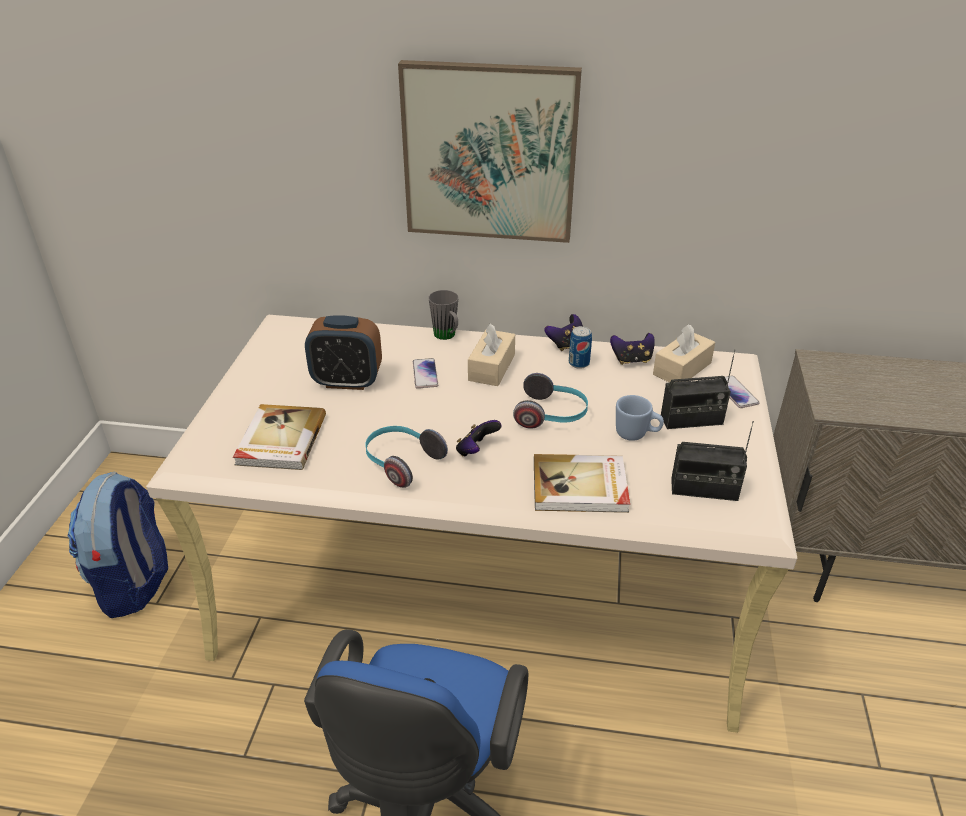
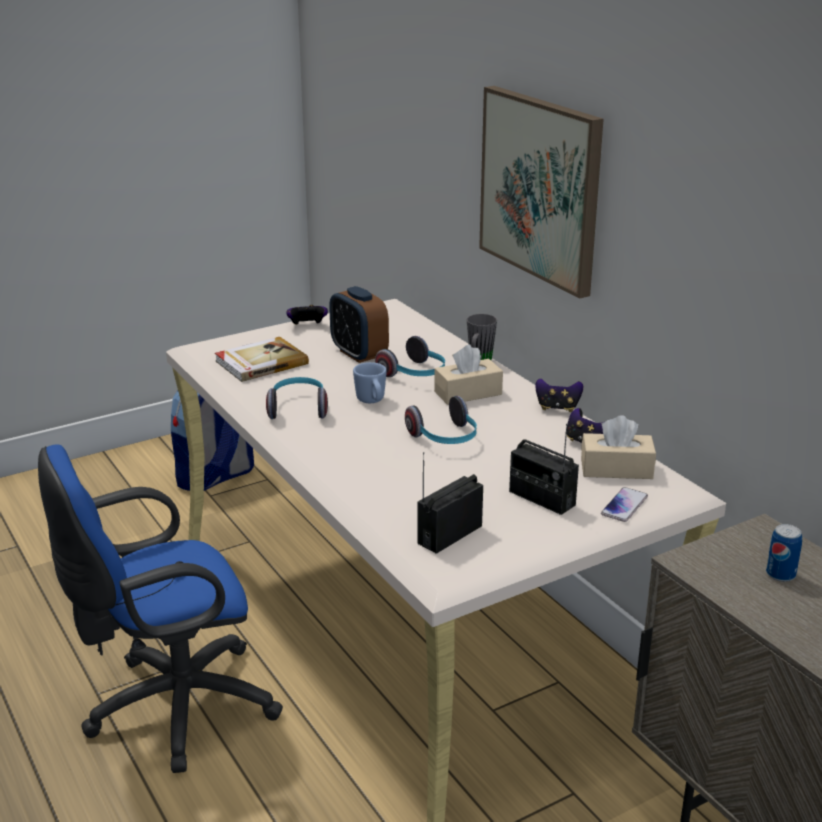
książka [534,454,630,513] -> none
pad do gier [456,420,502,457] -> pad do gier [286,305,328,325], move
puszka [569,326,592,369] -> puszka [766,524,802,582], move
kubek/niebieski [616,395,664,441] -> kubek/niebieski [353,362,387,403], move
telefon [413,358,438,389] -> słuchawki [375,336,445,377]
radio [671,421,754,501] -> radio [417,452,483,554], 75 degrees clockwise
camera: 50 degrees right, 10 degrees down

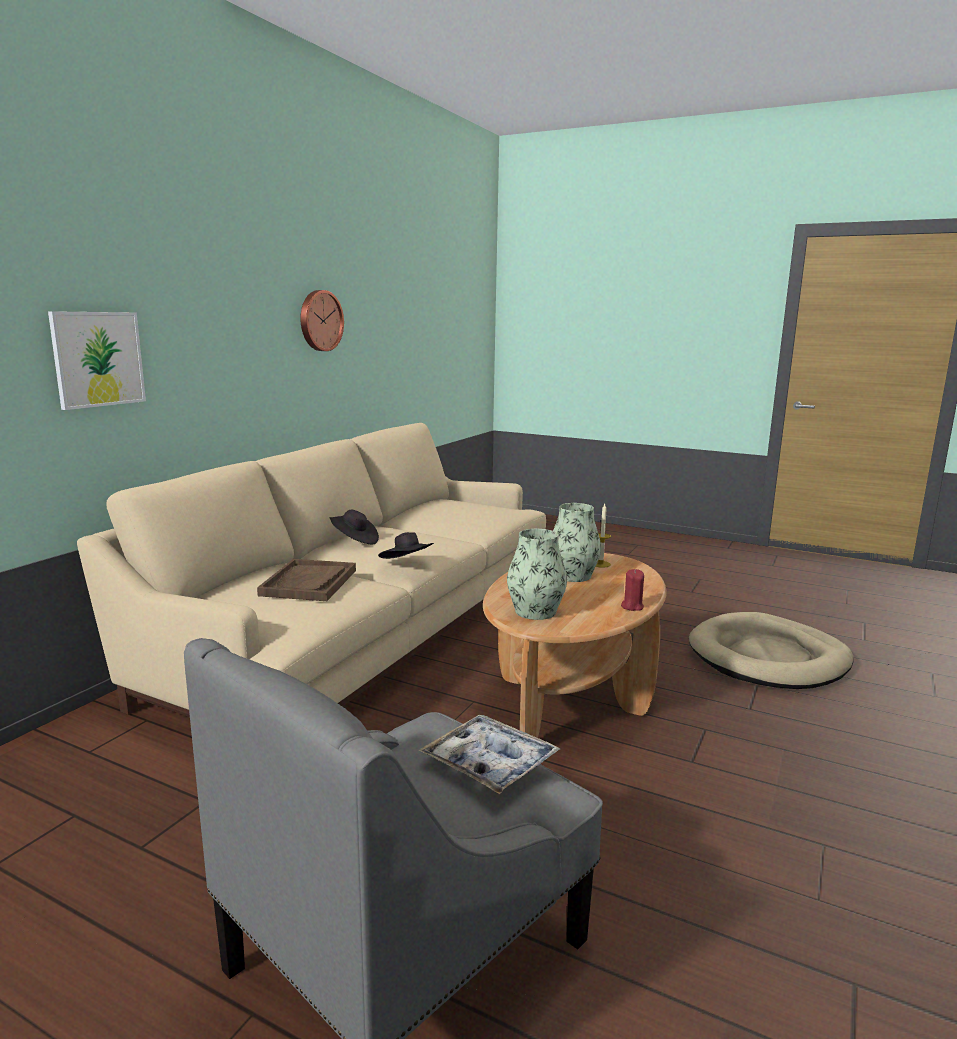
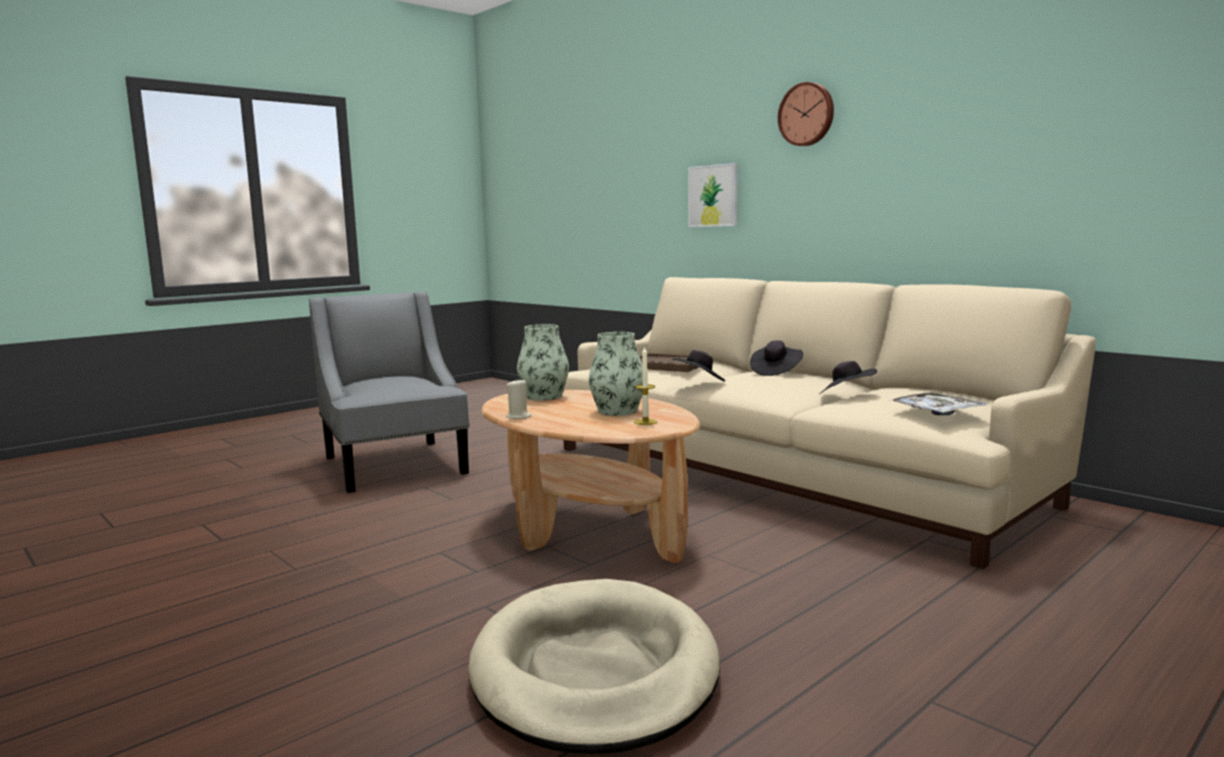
none -> kapelusz/czarny [820,361,877,394]
zegar ścienny [300,290,344,351] -> zegar ścienny [778,82,834,146], move
taca [419,715,560,794] -> taca [888,392,988,415], move
świeca/czerwony [621,569,644,611] -> świeca/beżowy [506,378,532,419]
camera: 110 degrees right, 5 degrees down

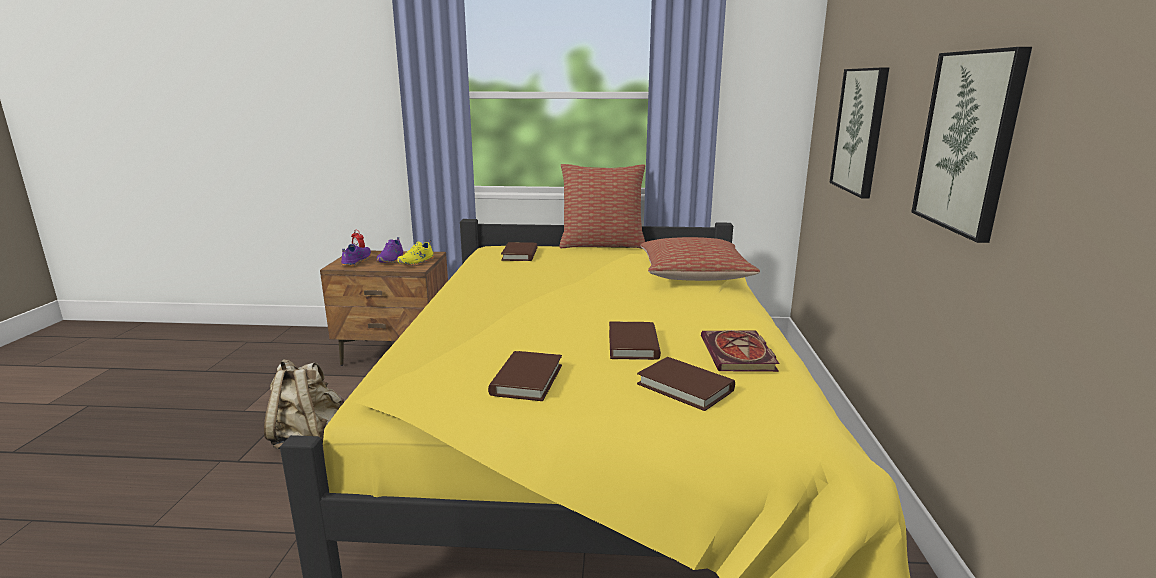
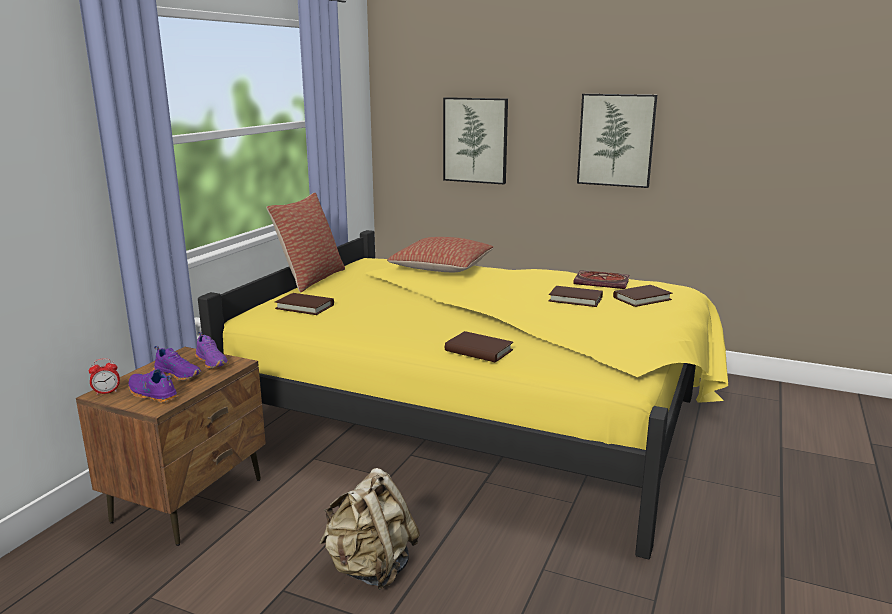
książka/brązowy [488,351,562,401] -> książka/brązowy [445,331,513,362], move
but/żółty [397,240,434,266] -> but/fioletowy [195,332,228,369]
camera: 70 degrees left, 0 degrees up

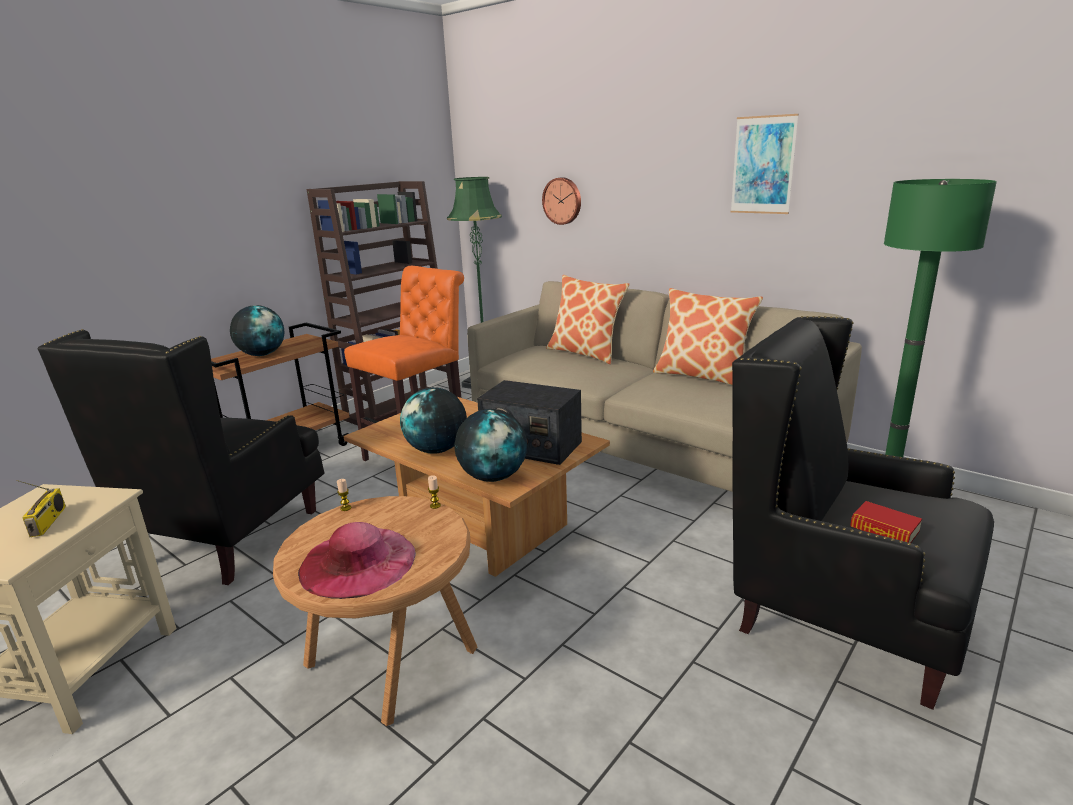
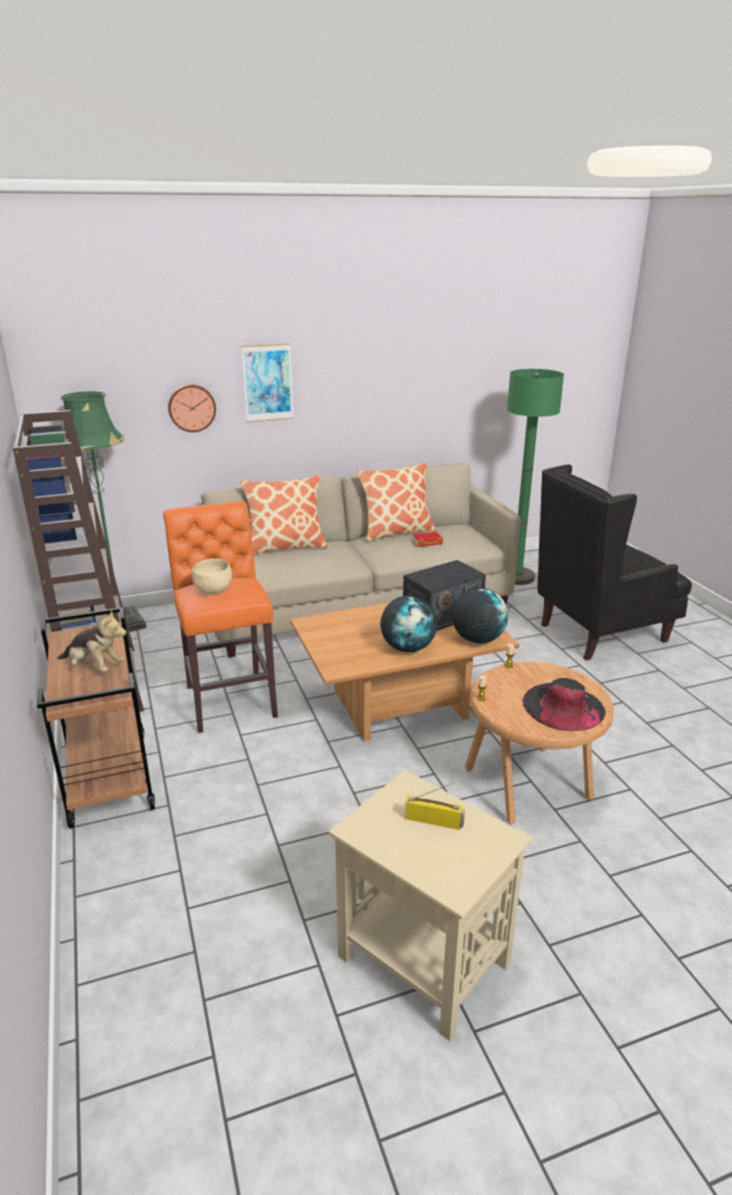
fotel/czarny [37,329,324,585] -> none
none -> miska/beżowy [192,559,232,594]
obraz [731,114,799,214] -> obraz [241,343,294,423], move
książka [850,501,922,543] -> książka [412,532,443,547], move
globus [230,305,284,356] -> pluszak [57,609,126,671]
kapelusz/różowy [298,522,416,599] -> kapelusz/czarny [522,678,606,731]
camera: 60 degrees left, 5 degrees up

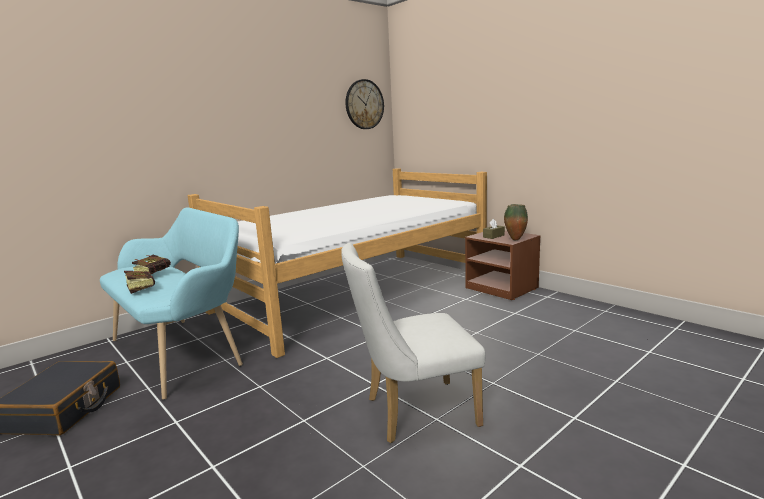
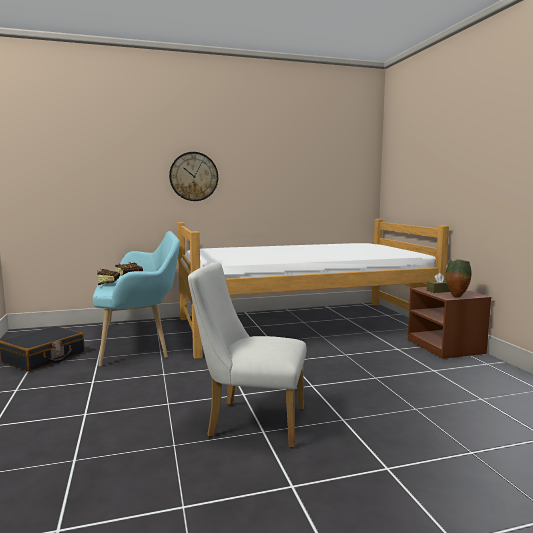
zegar ścienny [345,79,384,129] -> zegar ścienny [169,152,218,201], move
camera: 25 degrees right, 5 degrees down

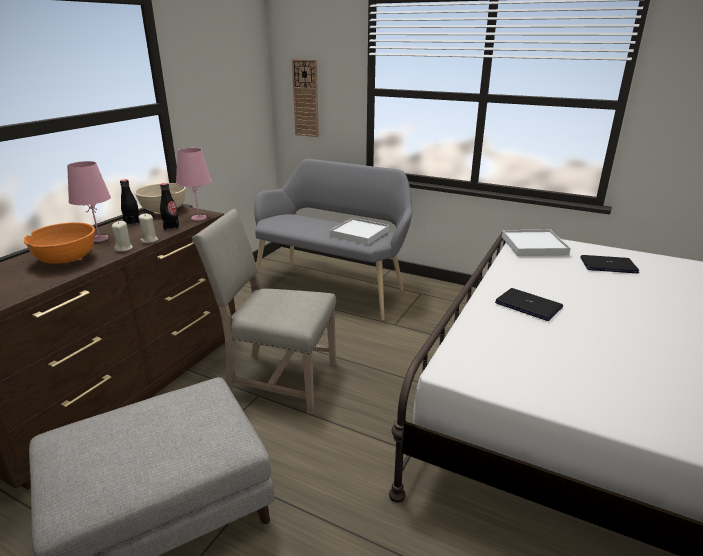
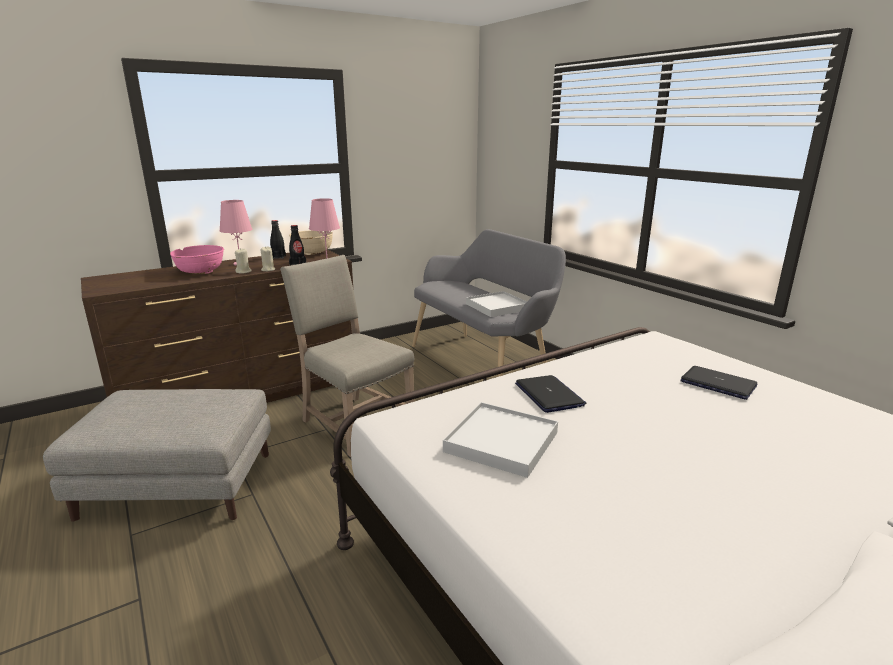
zegar ścienny [292,59,319,137] -> none
taca/biały [502,230,571,256] -> taca/biały [443,402,558,478], move
miska/pomarańczowy [24,222,95,264] -> miska/różowy [170,245,224,274]
camera: 30 degrees right, 5 degrees down

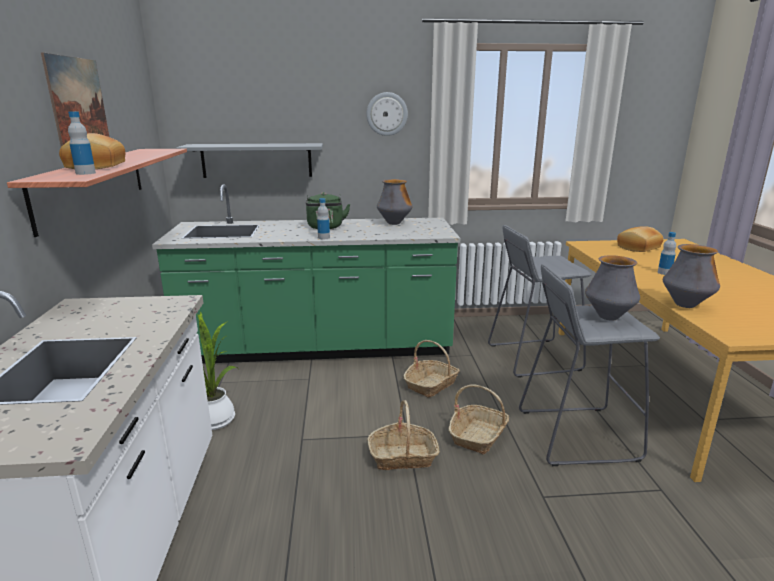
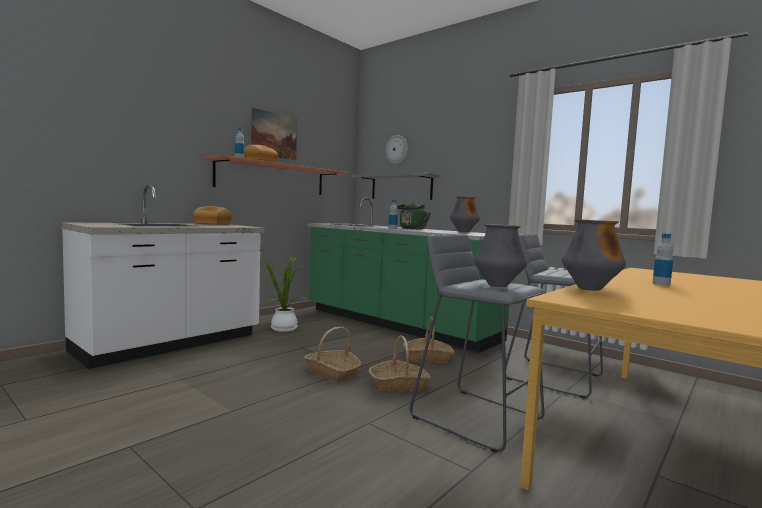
zegar ścienny [366,92,408,136] -> zegar ścienny [385,135,408,164], move
chleb [617,226,663,252] -> chleb [193,206,232,225], move
camera: 45 degrees right, 15 degrees down

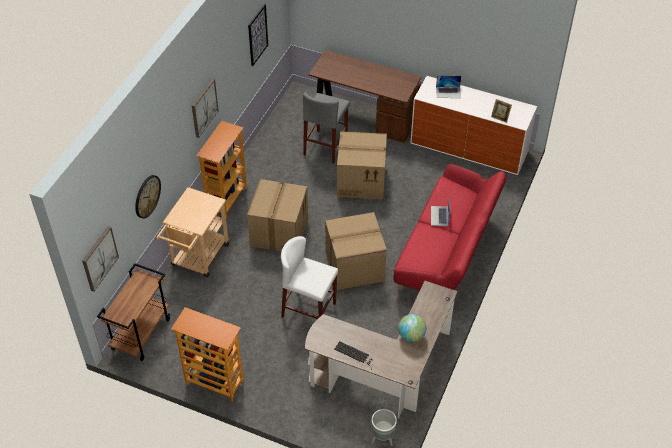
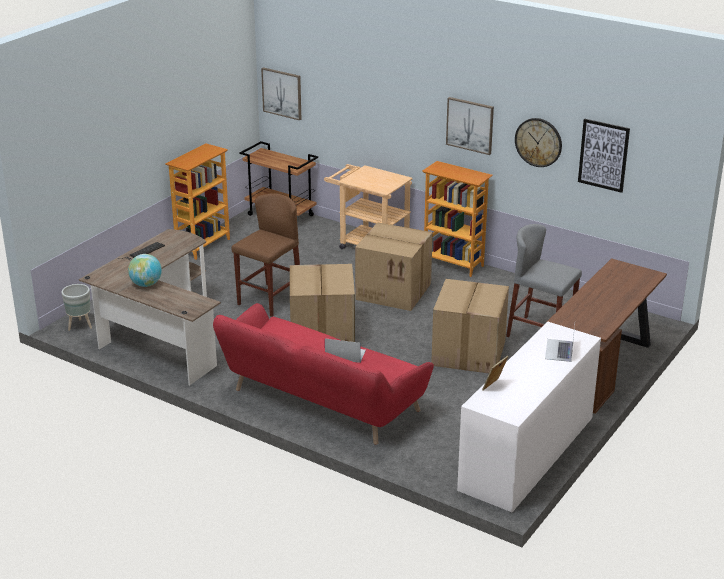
zegar ścienny [135,175,161,219] -> zegar ścienny [515,118,562,167], move
stołek/biały [281,236,338,319] -> stołek/brązowy [231,193,300,317]
camera: 100 degrees right, 20 degrees down

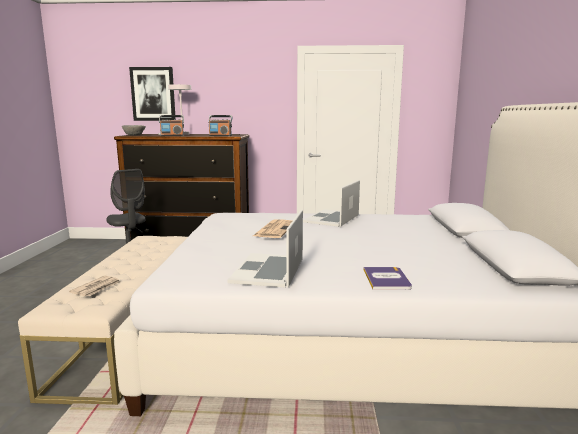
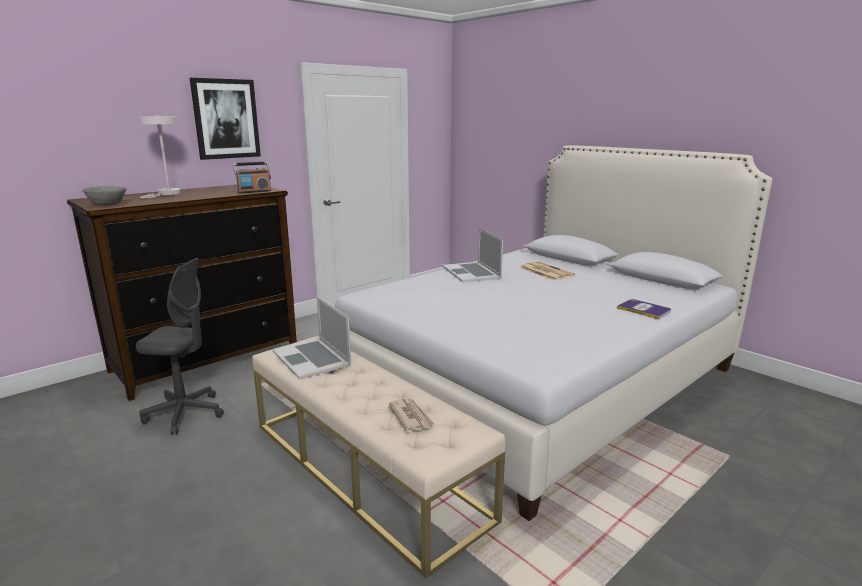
radio [159,115,184,136] -> none
obraz [129,67,176,121] -> obraz [190,78,261,160], move
laptop [228,210,303,288] -> laptop [273,296,351,380], move
gazeta [253,219,292,238] -> gazeta [520,261,575,280], move
camera: 45 degrees left, 5 degrees up

